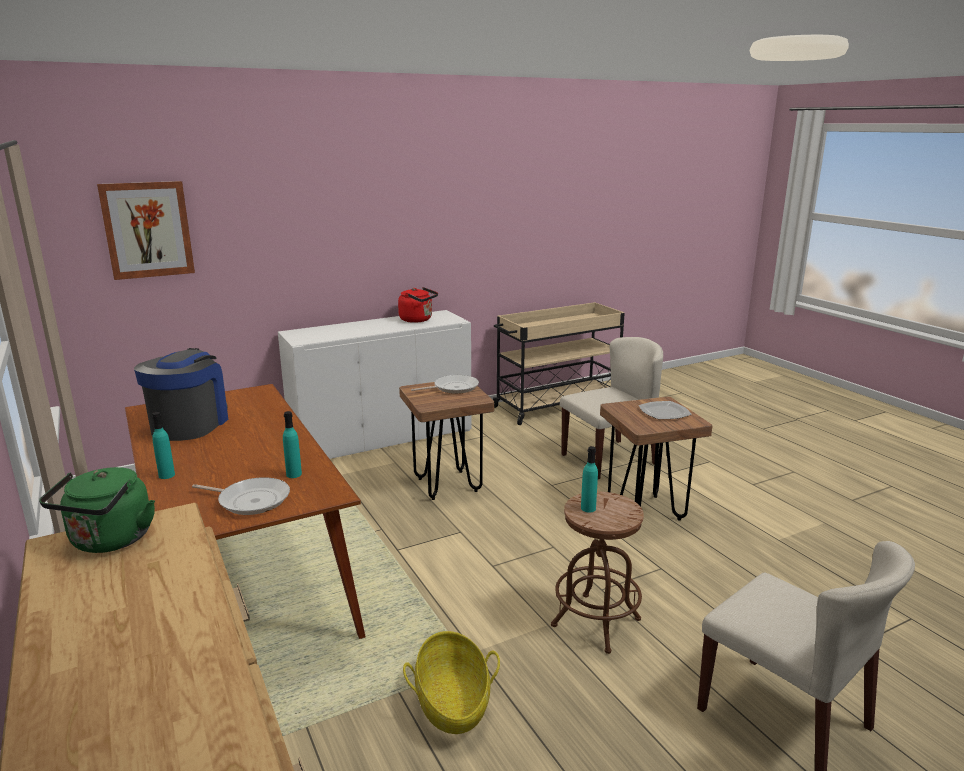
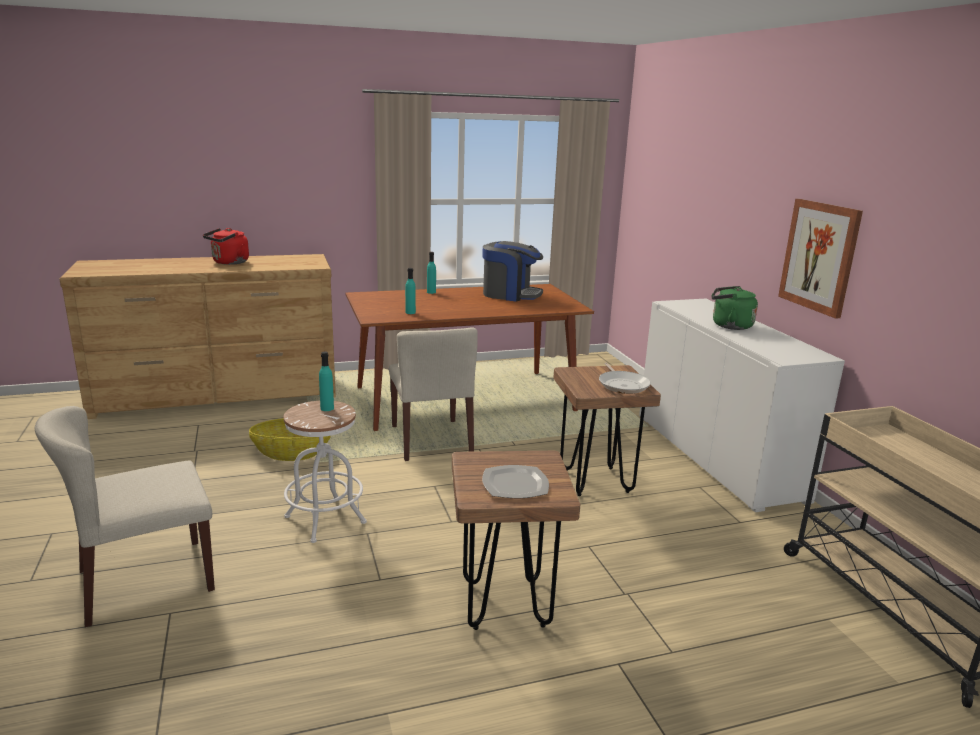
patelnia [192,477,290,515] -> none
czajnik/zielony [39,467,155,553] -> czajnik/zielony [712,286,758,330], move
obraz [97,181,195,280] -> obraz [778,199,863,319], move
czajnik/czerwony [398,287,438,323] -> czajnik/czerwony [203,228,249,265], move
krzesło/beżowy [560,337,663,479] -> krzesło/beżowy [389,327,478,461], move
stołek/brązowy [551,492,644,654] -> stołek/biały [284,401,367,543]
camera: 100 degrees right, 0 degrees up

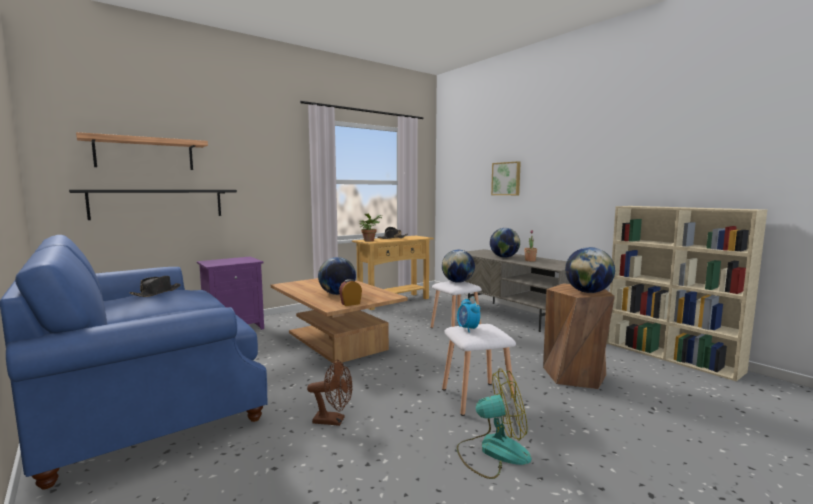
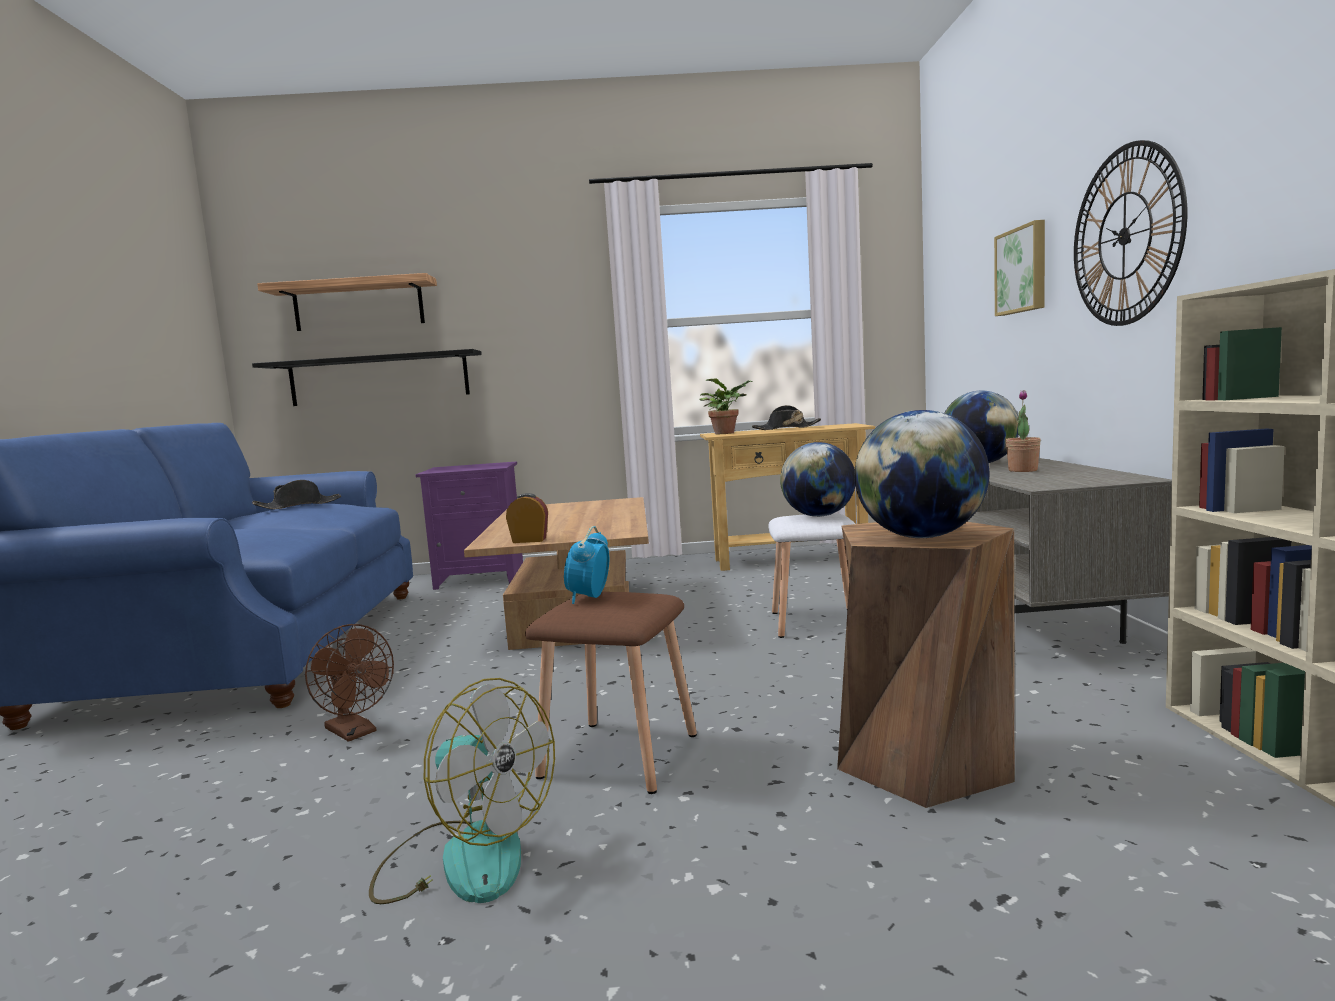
globus [318,257,356,295] -> none
none -> zegar ścienny [1074,140,1187,326]
stołek/biały [442,324,516,416] -> stołek/brązowy [525,592,697,794]
camera: 35 degrees right, 0 degrees up

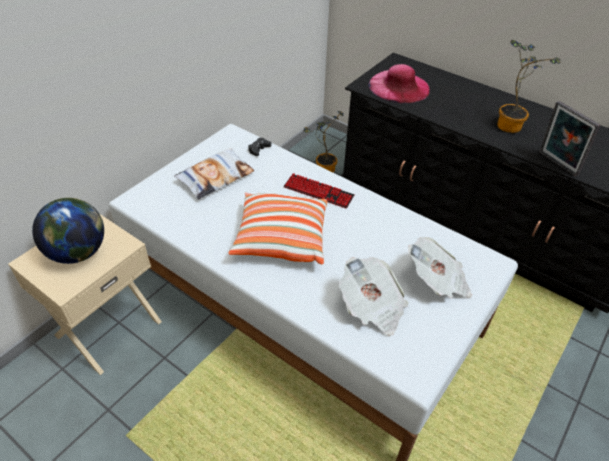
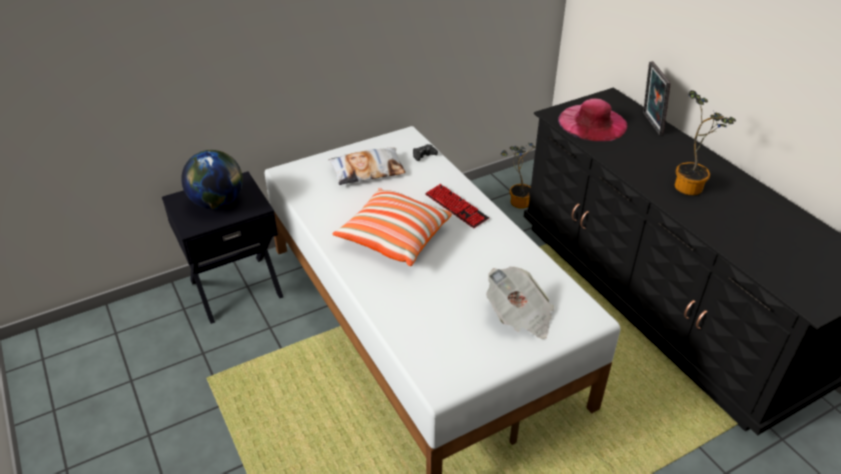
gazeta [339,257,408,336] -> none
ramka na zdjęcie [539,101,600,177] -> ramka na zdjęcie [643,61,671,135], move
szafka nocna/beżowy [8,214,162,375] -> szafka nocna/czarny [162,172,283,324]
camera: 25 degrees right, 5 degrees down

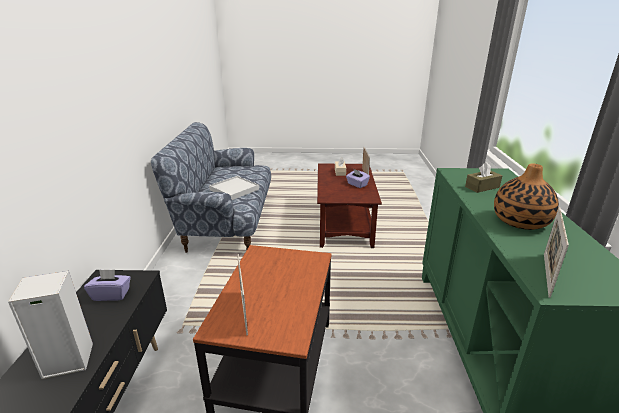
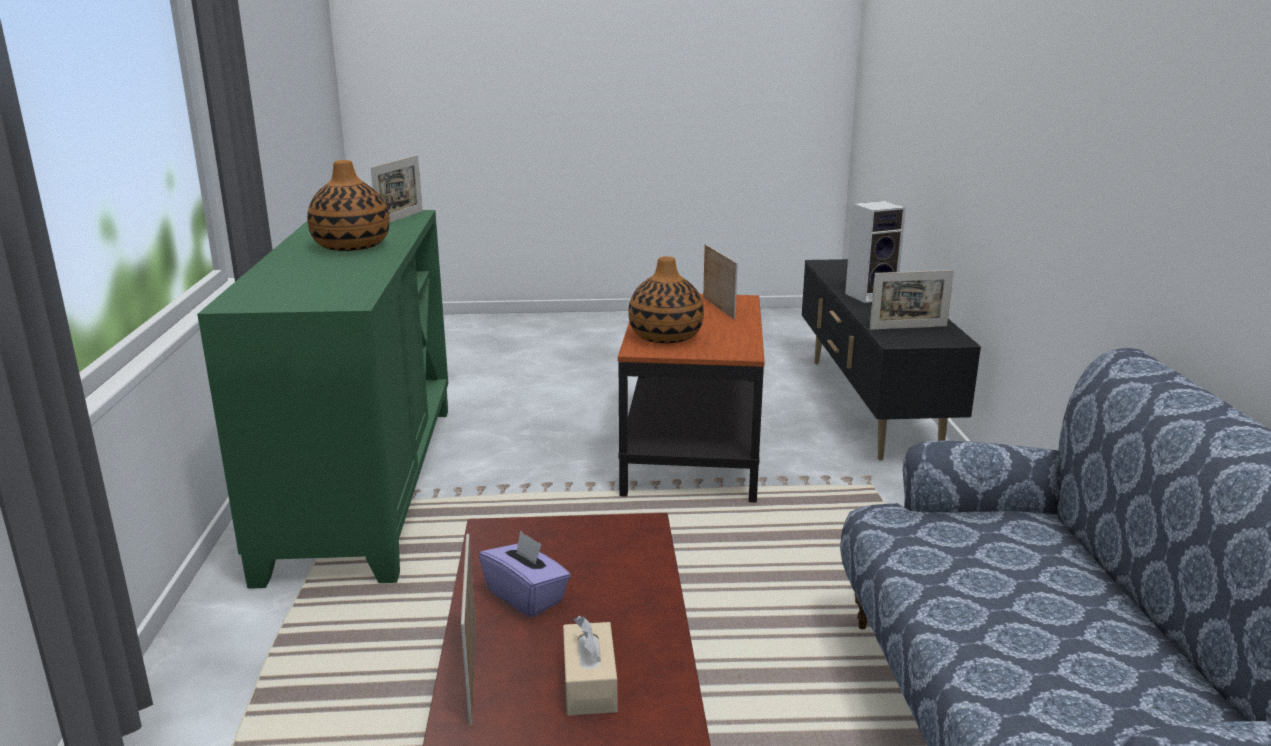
taca/biały [209,176,259,200] -> none
pudełko chusteczek/brązowy [465,162,502,193] -> none
none -> wazon [628,256,704,343]
pudełko chusteczek/fioletowy [84,269,131,301] -> ramka na zdjęcie [870,270,954,330]
camera: 175 degrees right, 5 degrees down

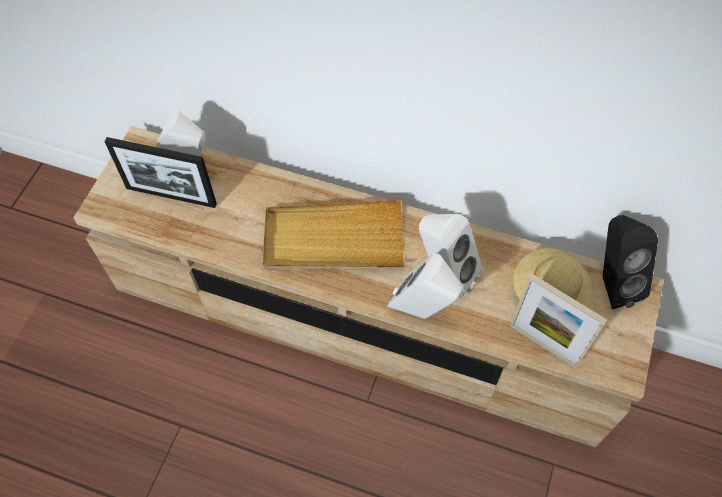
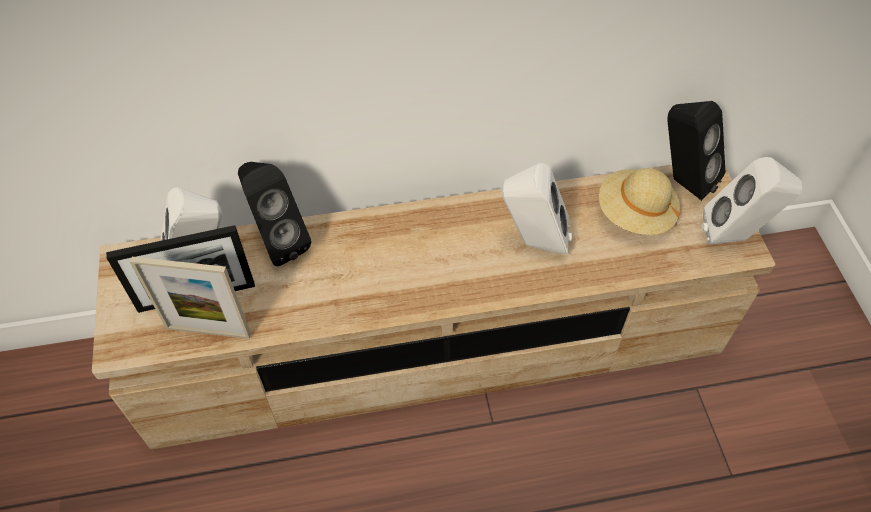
taca/beżowy [263,200,405,270] -> none
none -> głośnik/czarny [238,162,311,266]
głośnik/biały [387,253,464,319] -> głośnik/biały [702,157,802,245], move
ramka na zdjęcie [510,274,607,368] -> ramka na zdjęcie [130,257,251,339], move
camera: 30 degrees left, 5 degrees down

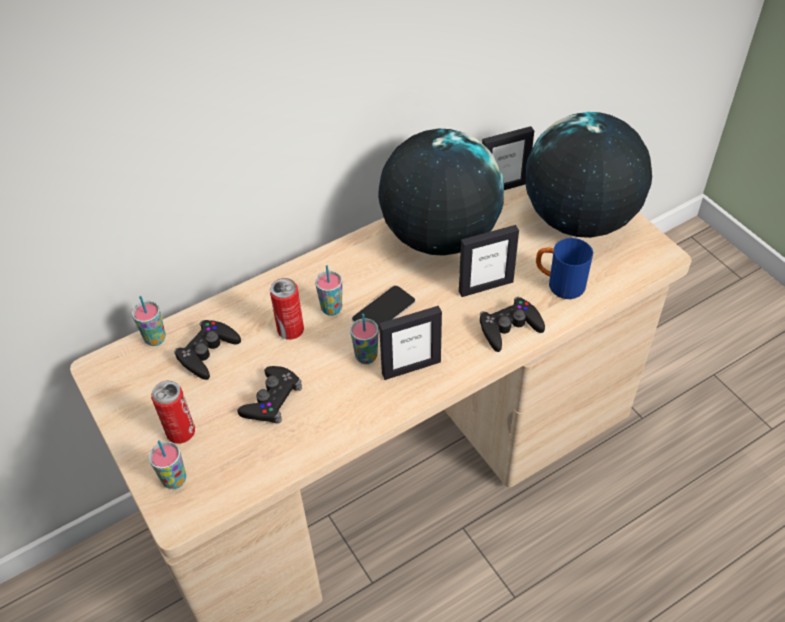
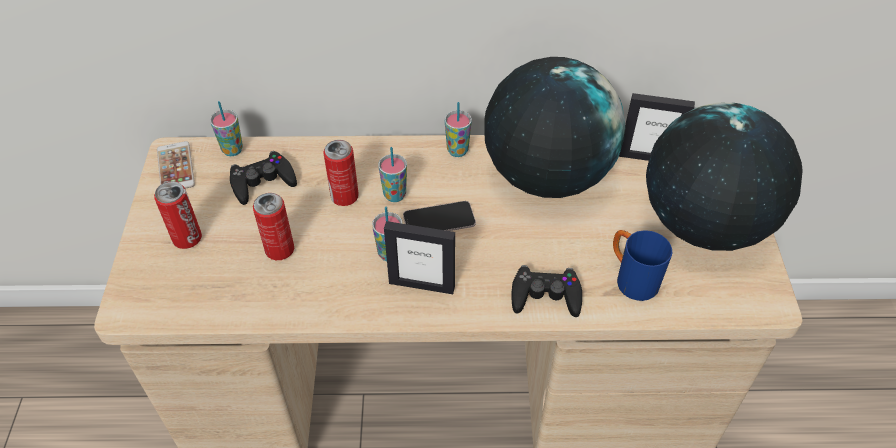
ramka na zdjęcie [459,225,519,297] -> none
none -> telefon [157,141,195,189]
filiżanka [149,440,186,489] -> filiżanka [445,102,472,157], move
pad do gier/czarny [237,366,302,424] -> puszka [253,193,294,260]
camera: 30 degrees right, 0 degrees up

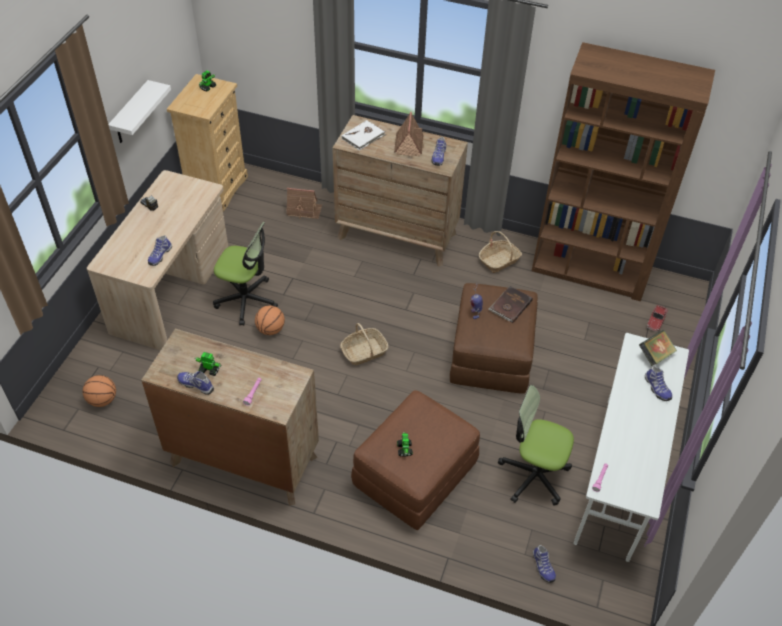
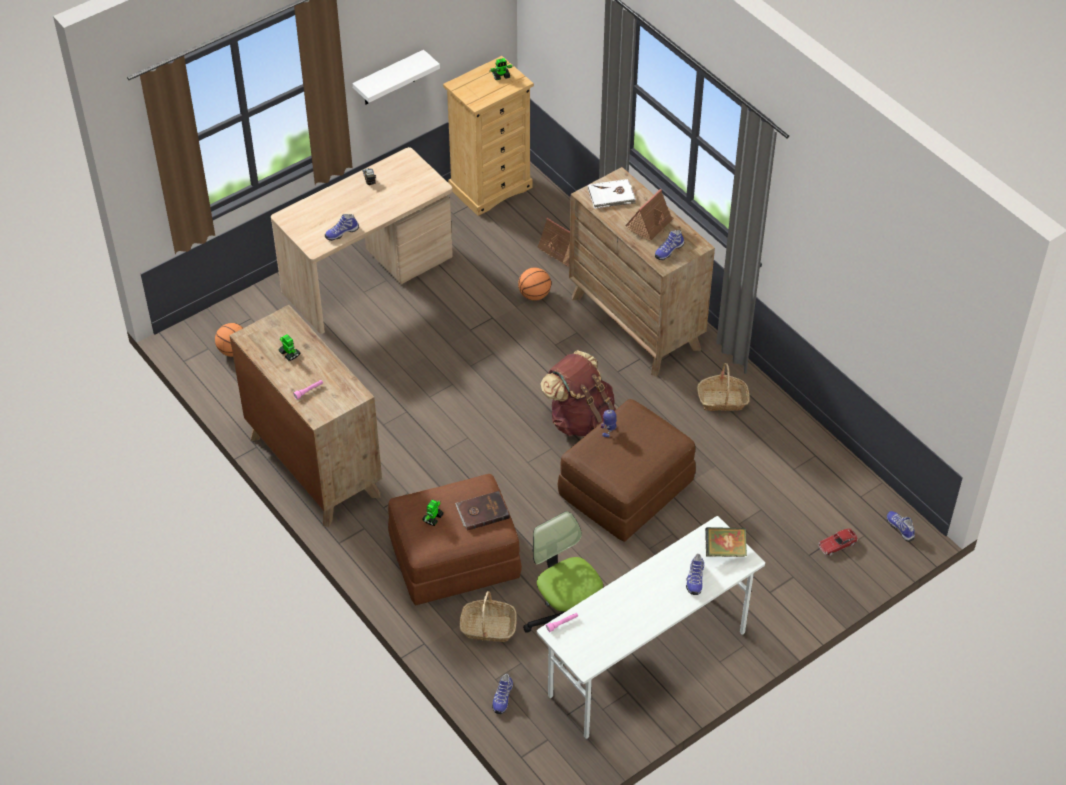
krzesło biurowe [213,222,278,326] -> none
regał/brązowy [532,42,715,301] -> none
none -> plecak/brązowy [540,350,616,436]
but [177,371,214,395] -> but [886,511,915,542], move
piłka do koszykówki [255,306,285,335] -> piłka do koszykówki [518,268,551,301], move
koszyk [340,323,388,365] -> koszyk [460,591,517,642], move
książka/brązowy [488,286,533,323] -> książka/brązowy [455,491,510,531], move
camera: 35 degrees right, 0 degrees up

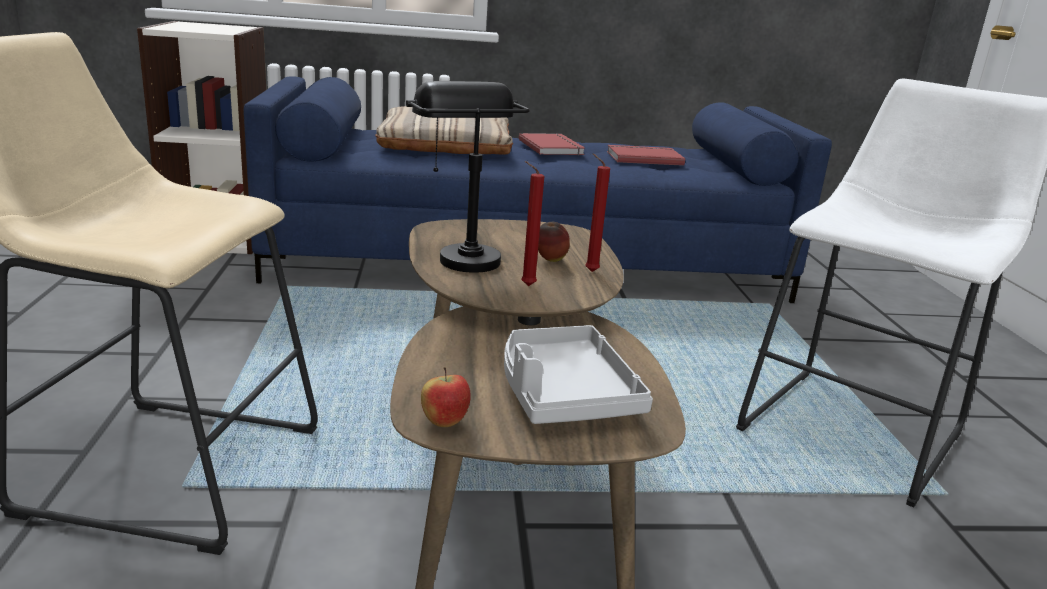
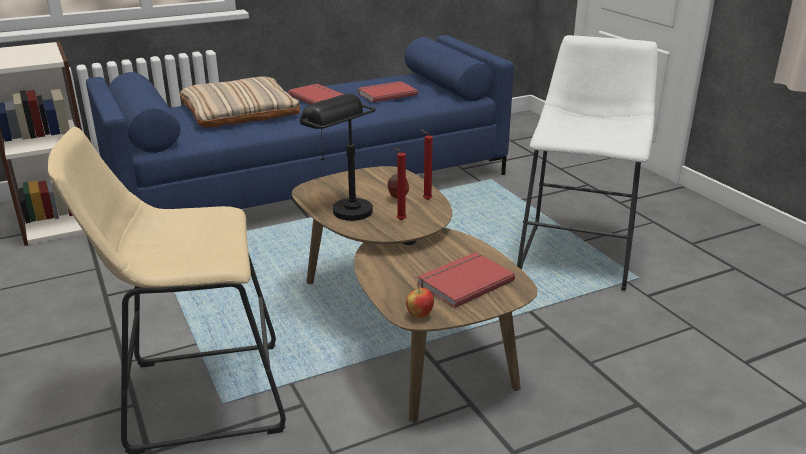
taca/szary [504,325,653,424] -> książka/czerwony [417,252,515,308]
camera: 20 degrees left, 5 degrees up

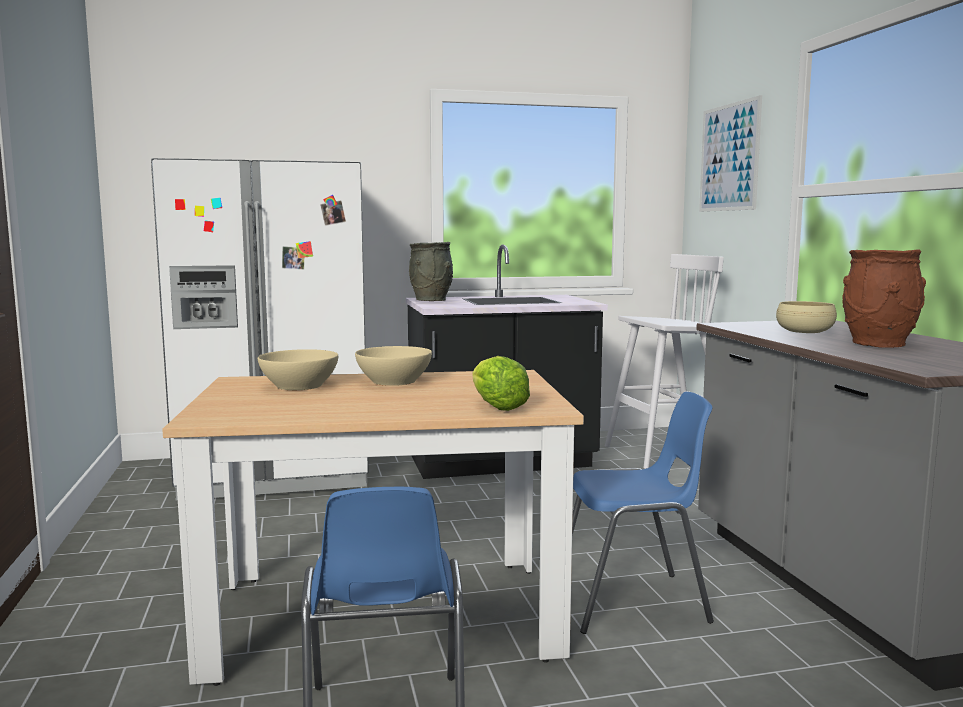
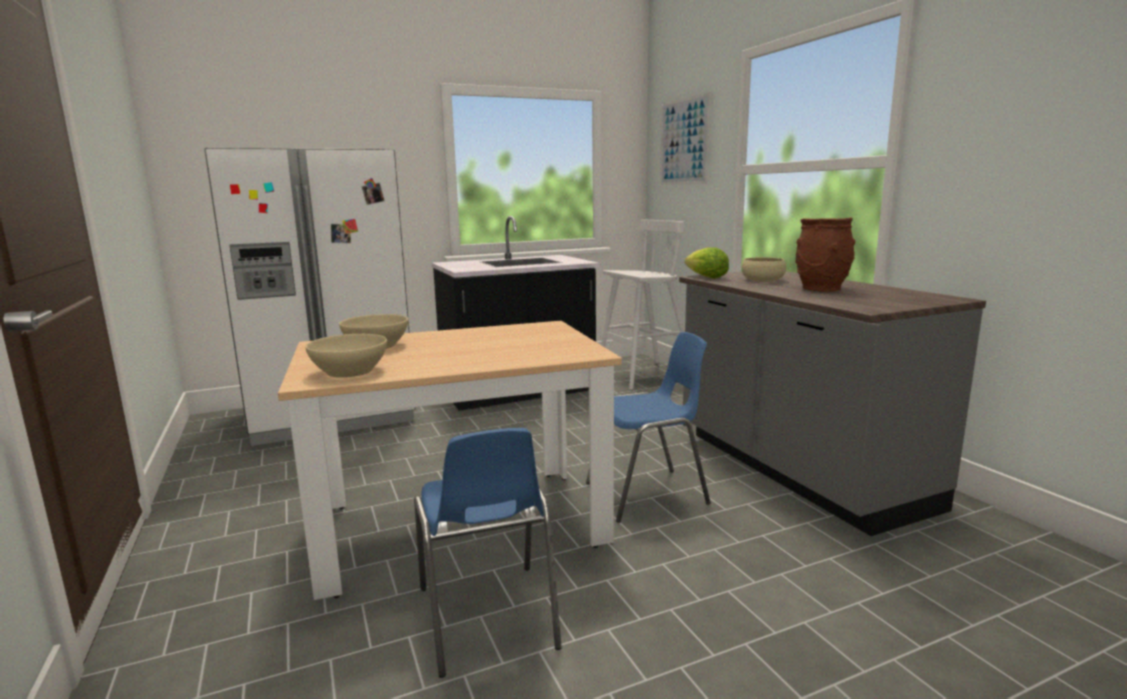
wazon/szary [409,242,453,301] -> none
miska/beżowy [355,346,432,386] -> miska/beżowy [305,334,387,378], move
sałata [472,356,530,411] -> sałata [685,247,729,279], move
camera: 10 degrees left, 5 degrees up

